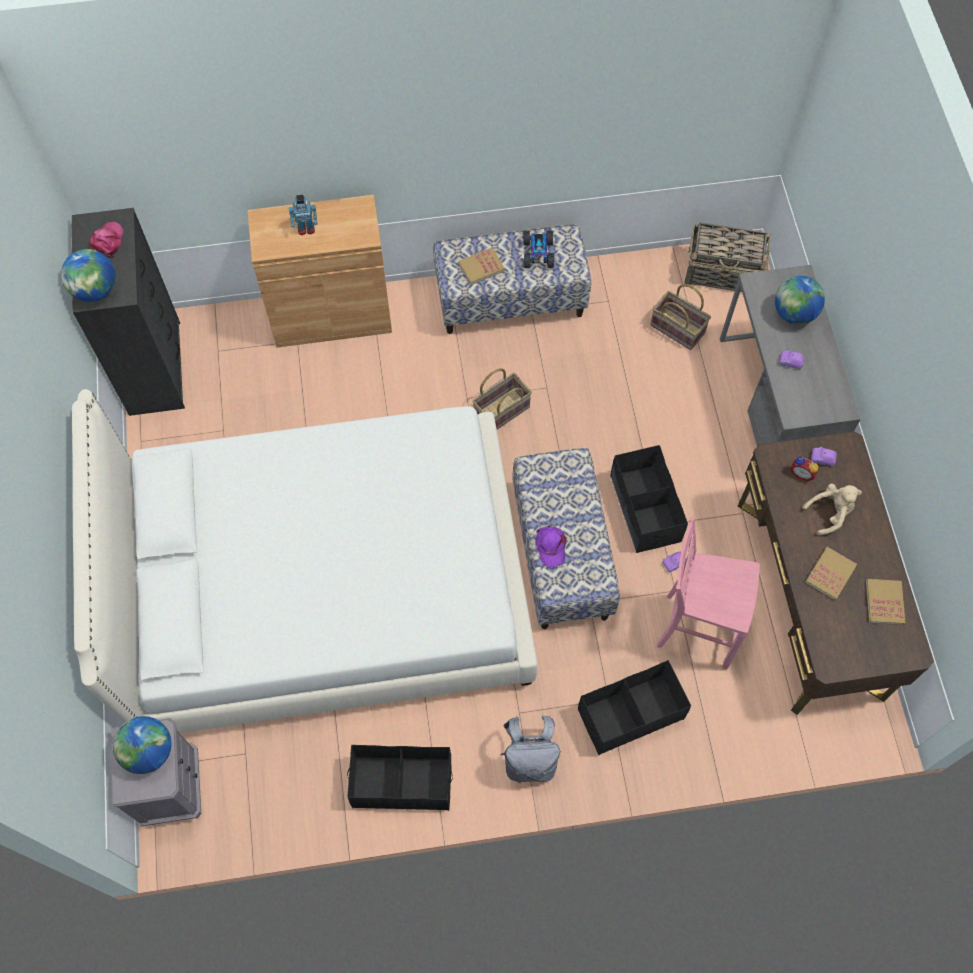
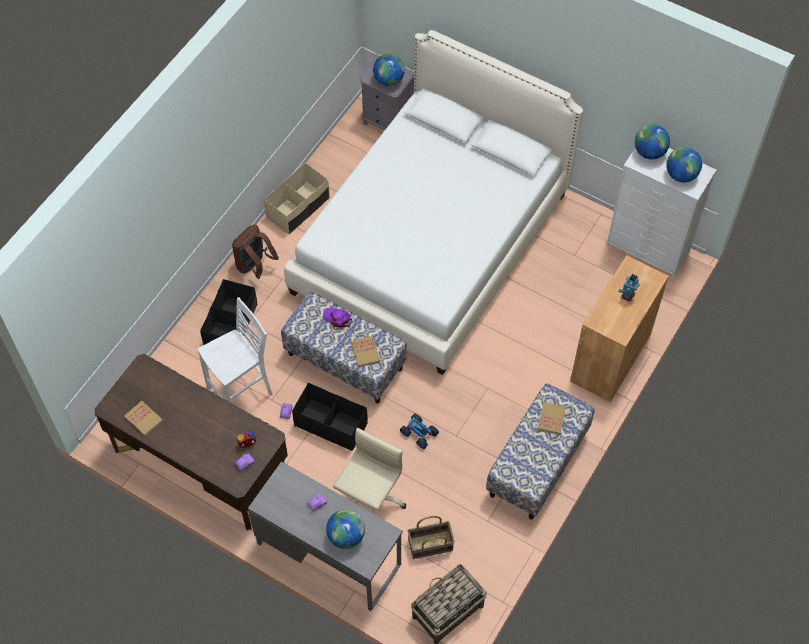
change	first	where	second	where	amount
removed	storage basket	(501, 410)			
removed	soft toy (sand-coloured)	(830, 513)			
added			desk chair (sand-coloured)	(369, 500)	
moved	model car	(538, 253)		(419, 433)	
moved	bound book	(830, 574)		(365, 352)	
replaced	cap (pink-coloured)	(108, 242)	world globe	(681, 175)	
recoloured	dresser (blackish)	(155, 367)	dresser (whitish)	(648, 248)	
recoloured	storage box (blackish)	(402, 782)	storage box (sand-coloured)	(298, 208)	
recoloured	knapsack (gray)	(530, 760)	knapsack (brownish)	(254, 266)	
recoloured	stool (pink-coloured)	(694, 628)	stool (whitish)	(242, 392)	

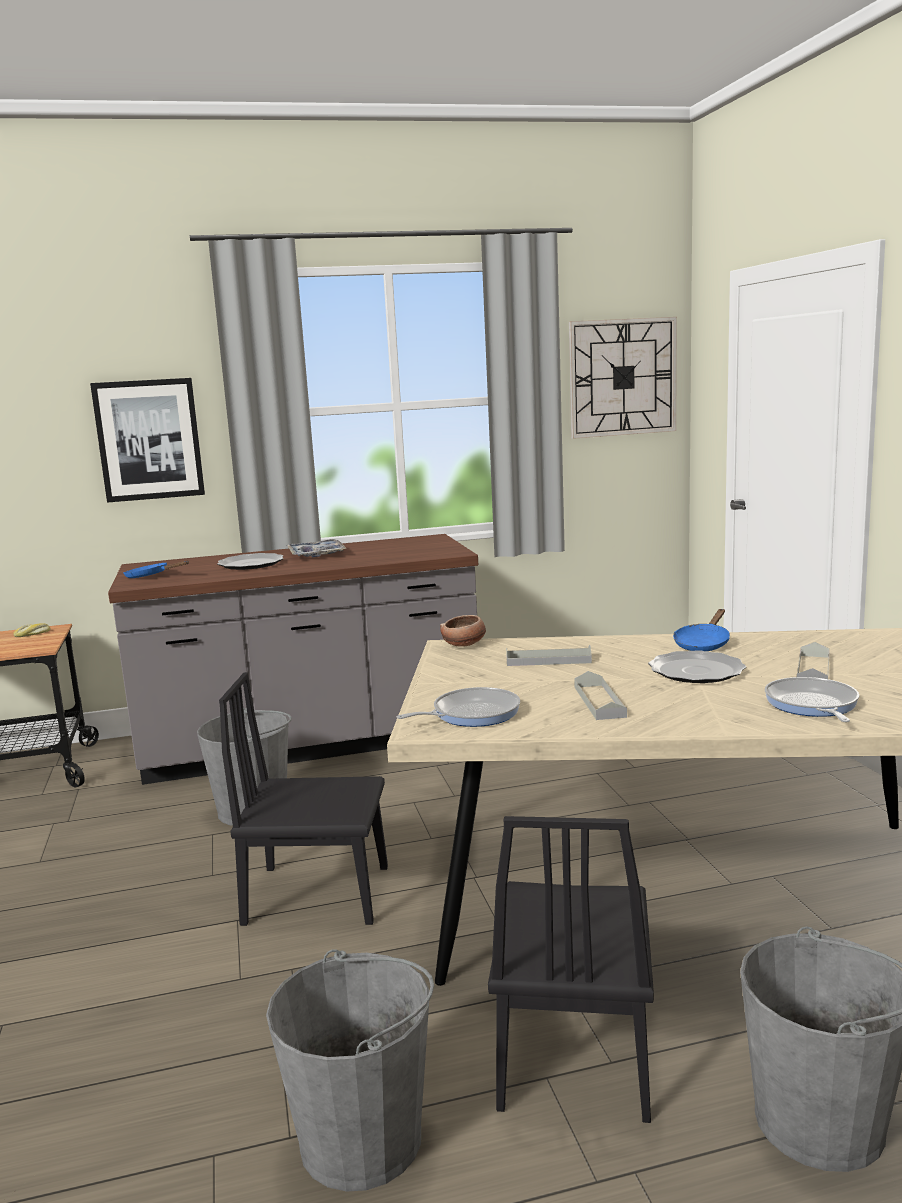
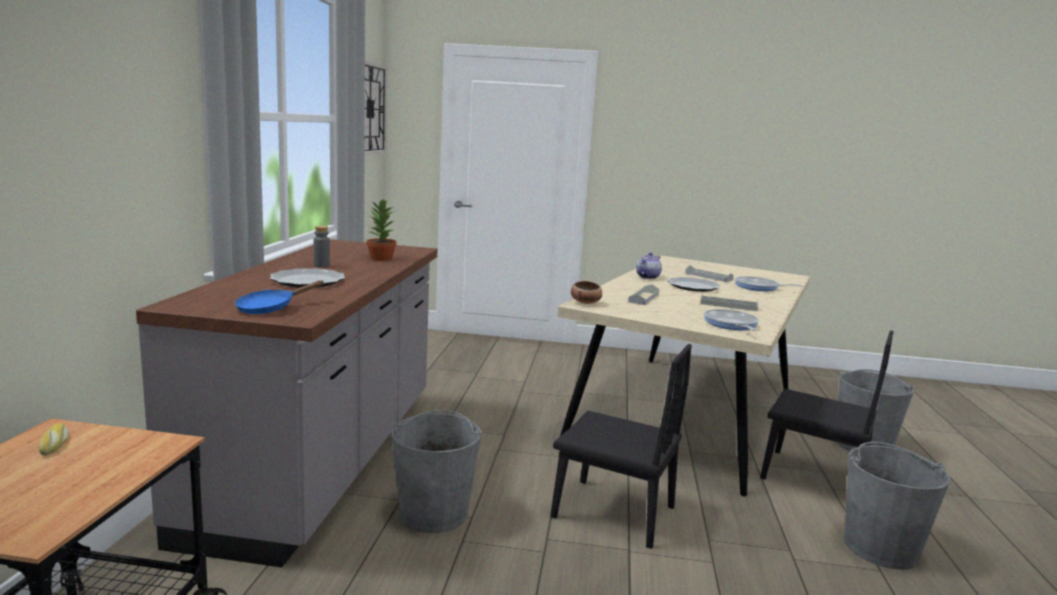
change	first	where	second	where	amount
removed	wall art	(149, 440)			
added			potted plant	(380, 258)	
replaced	tray	(316, 555)	beverage bottle (gray)	(321, 265)	
replaced	frying pan (bluish)	(703, 644)	pot for tea	(647, 277)	
turned	chair (blackish)	(317, 894)		(613, 512)	90 degrees counterclockwise

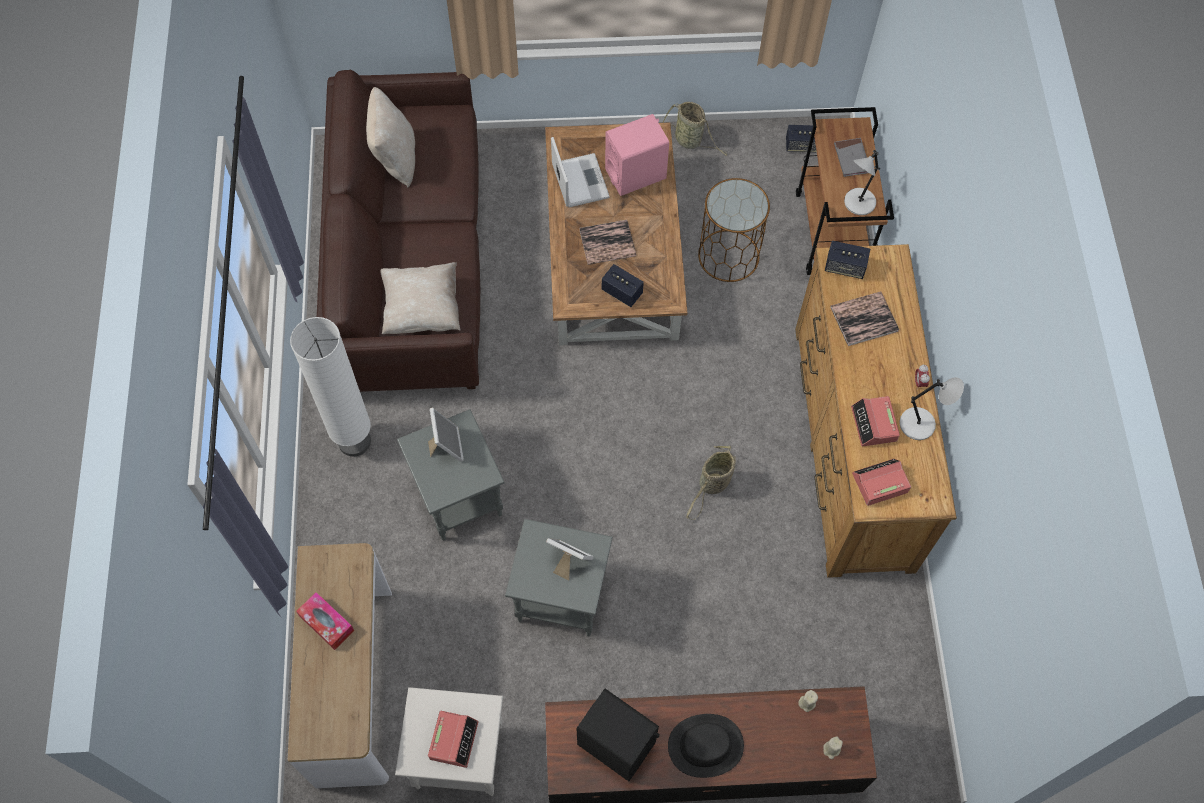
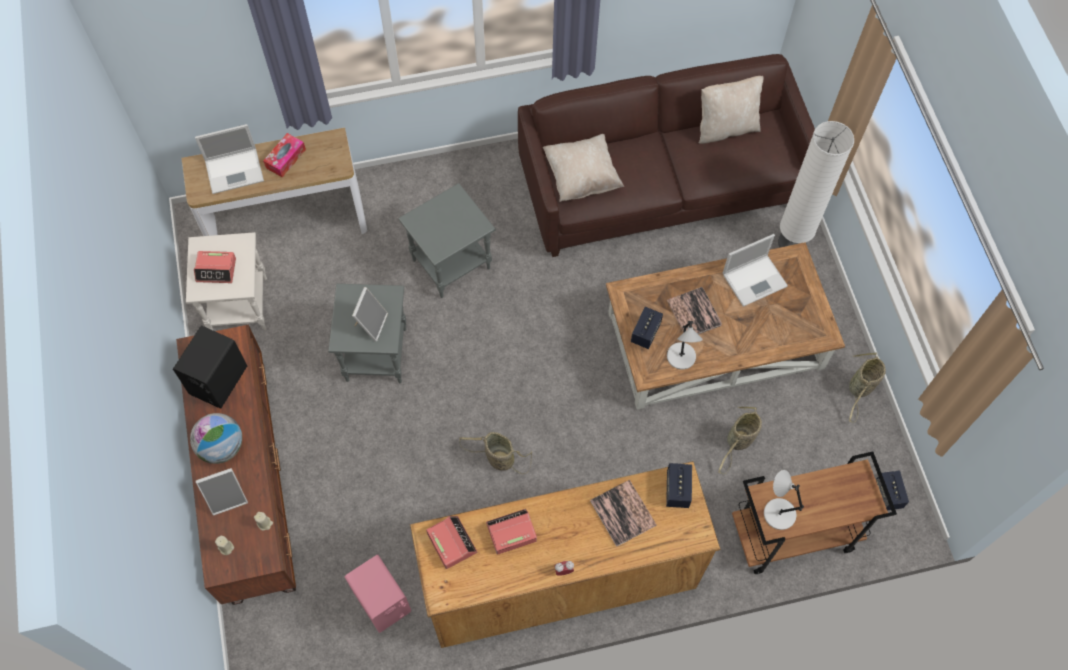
change	first	where	second	where	amount
removed	bound book (gray)	(851, 159)			
added			laptop	(235, 170)	
moved	floor lamp (whitish)	(354, 441)		(791, 243)	
moved	standing frame	(446, 446)		(227, 497)	
moved	loudspeaker (pink-coloured)	(635, 174)		(382, 602)	
moved	table lamp (gray)	(919, 424)		(681, 358)	
replaced	clothing hat (blackish)	(705, 745)	world globe	(222, 447)	
replaced	end table (brownish)	(729, 256)	storage basket	(738, 441)	

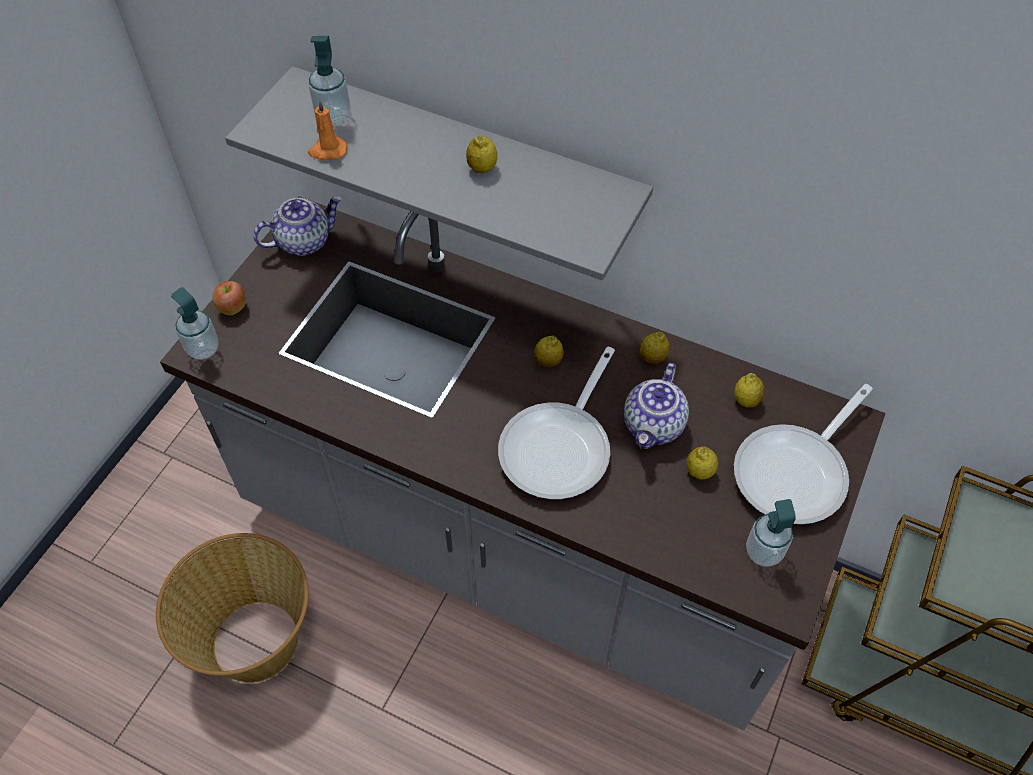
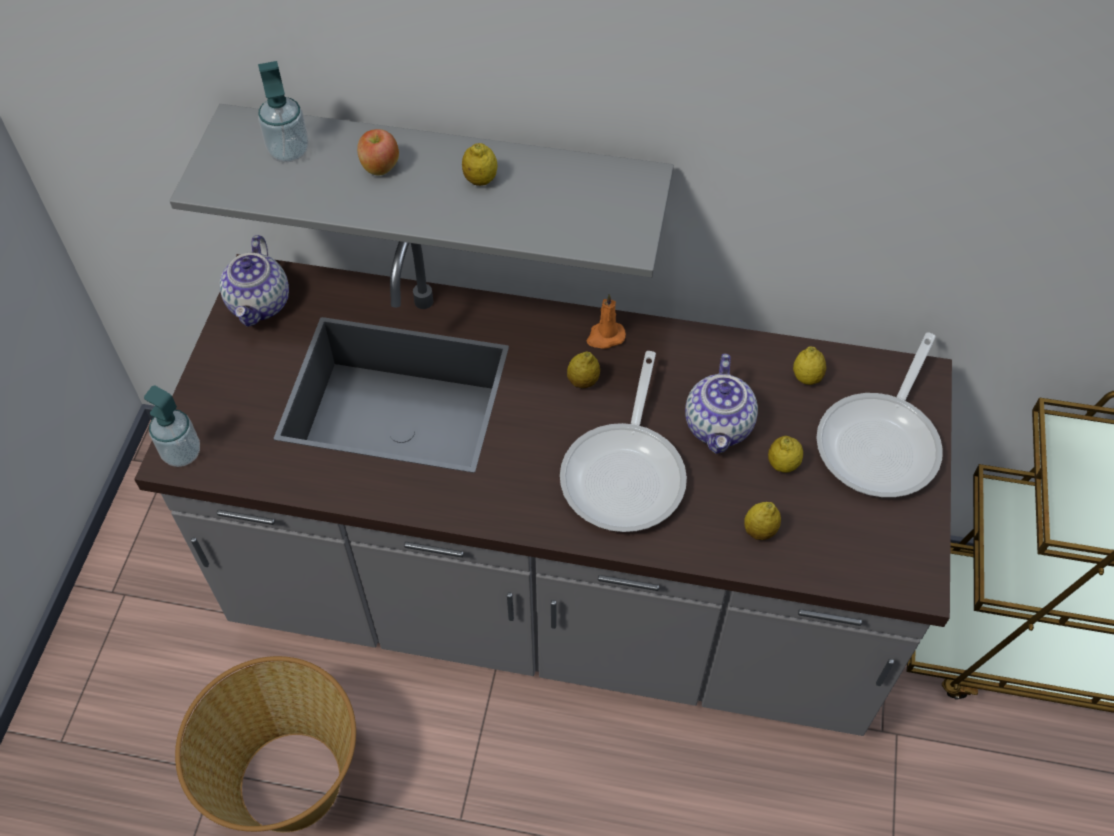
change	first	where	second	where	amount
removed	soap dispenser	(763, 552)			
moved	apple fruit	(233, 308)		(380, 167)	
moved	wax candle (orangey)	(327, 151)		(605, 337)	
moved	lemon	(652, 358)		(759, 531)	
turned	pot for tea	(304, 241)		(260, 304)	135 degrees clockwise

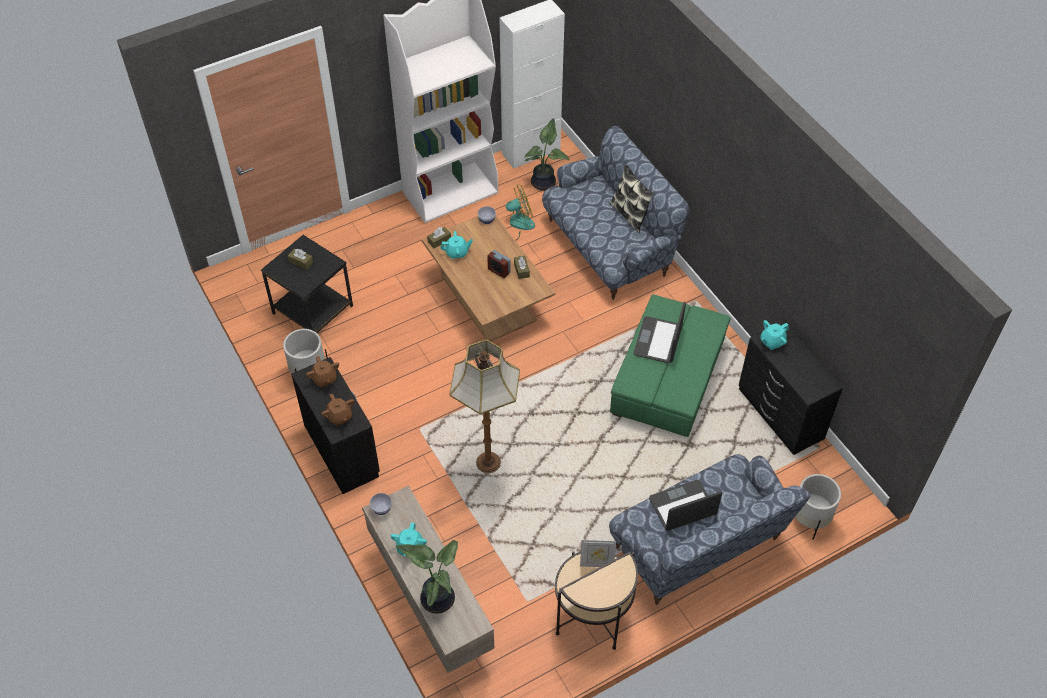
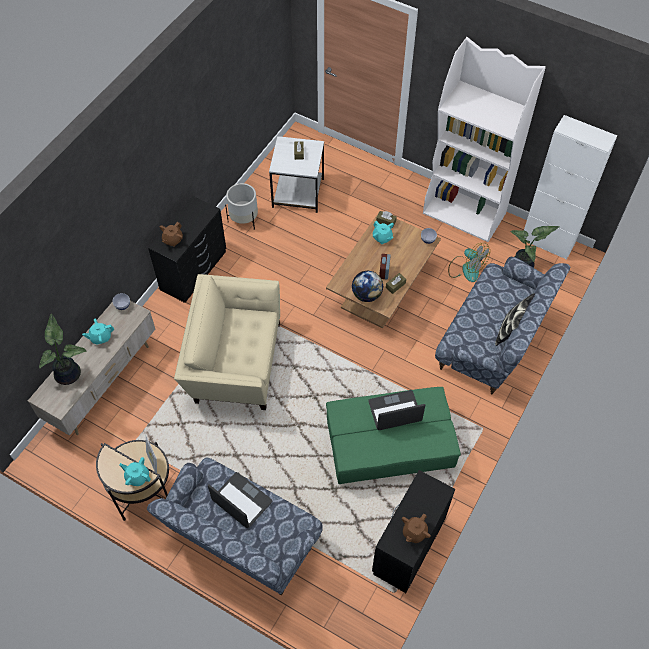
change	first	where	second	where	amount
removed	planter (whitish)	(810, 519)			
added			world globe	(366, 295)	
moved	pot for tea (brownish)	(324, 379)		(414, 532)	
moved	pot for tea (blue-green)	(772, 342)		(137, 477)	
replaced	floor lamp	(487, 464)	armchair (sand-coloured)	(234, 361)	
recoloured	end table (blackish)	(312, 308)	end table (whitish)	(299, 192)	

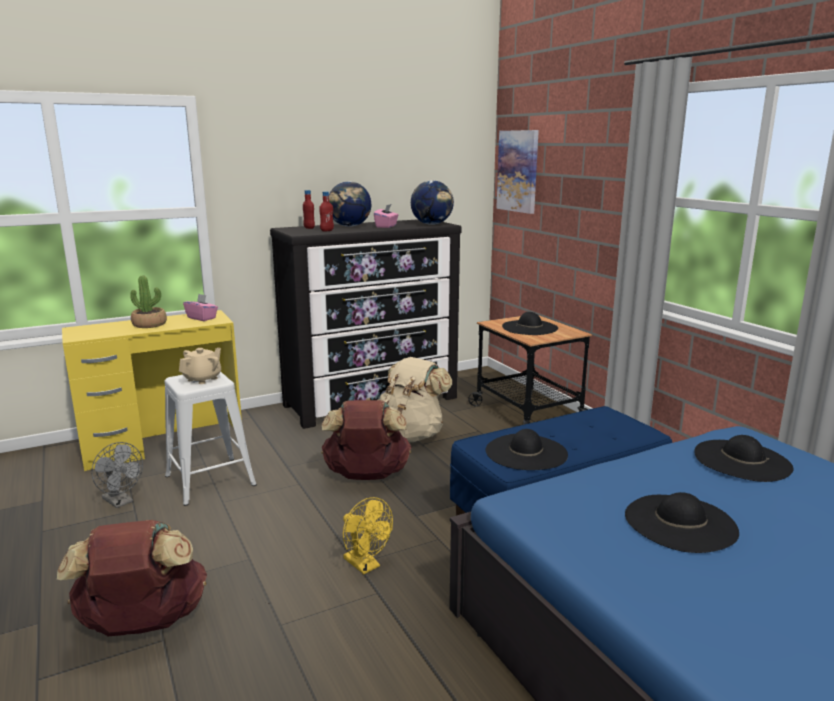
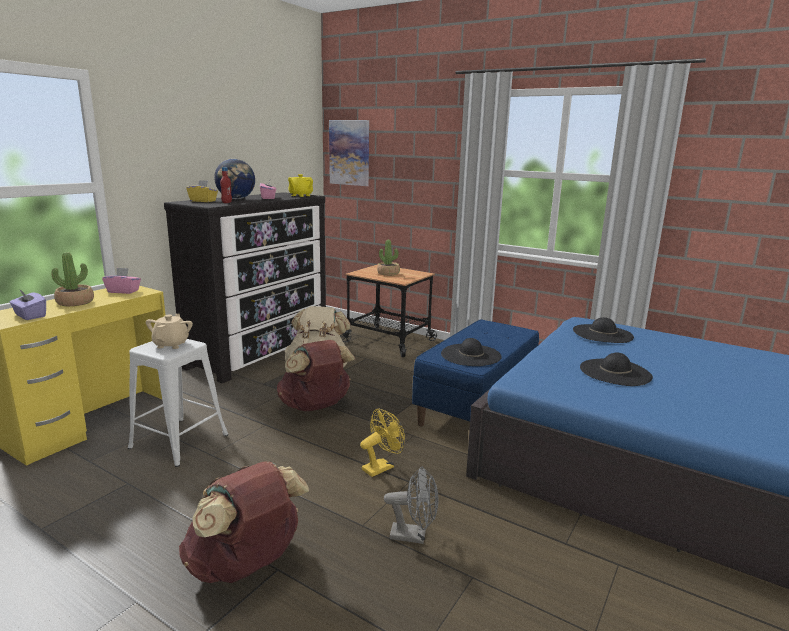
change	first	where	second	where	amount
added			tissue holder (purple-coloured)	(30, 316)	
moved	electric fan (gray)	(120, 502)		(414, 536)	
replaced	beverage bottle (red-coloured)	(309, 228)	tissue holder (yellow-coloured)	(203, 201)	
replaced	world globe	(432, 224)	pot for tea (yellow-coloured)	(300, 195)	
replaced	clothing hat (blackish)	(530, 327)	potted plant	(388, 273)	
turned	electric fan (yellow-coloured)	(365, 565)		(381, 467)	60 degrees counterclockwise

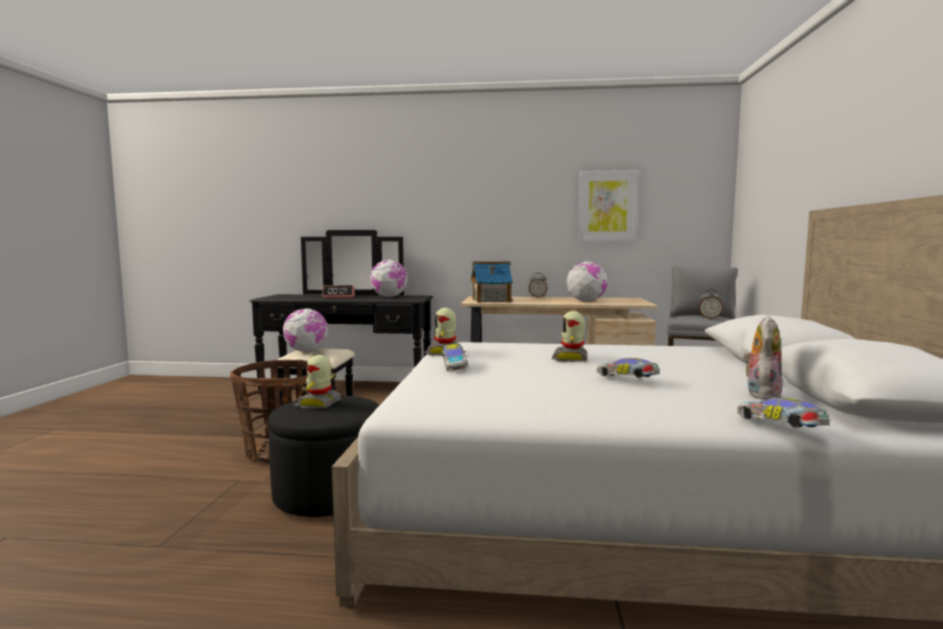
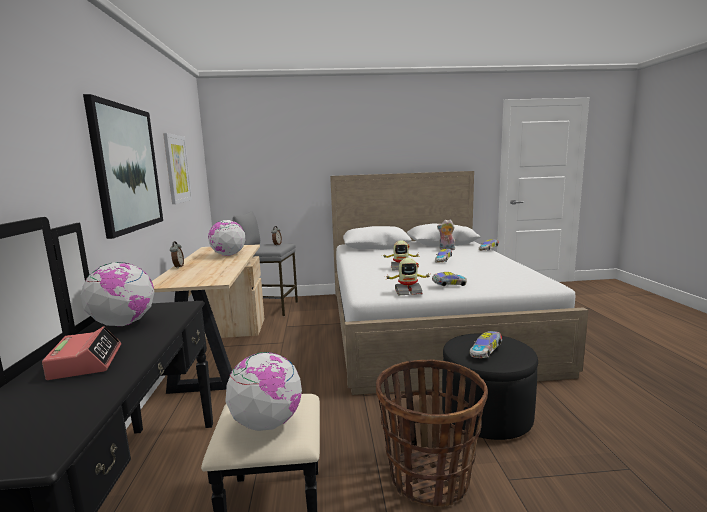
change	first	where	second	where	amount
removed	model house	(490, 300)			
added			wall art	(127, 168)	
replaced	robot figure	(319, 403)	model car	(486, 351)	

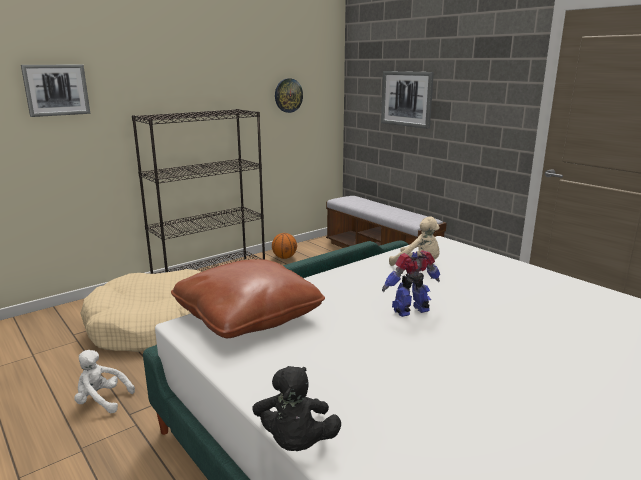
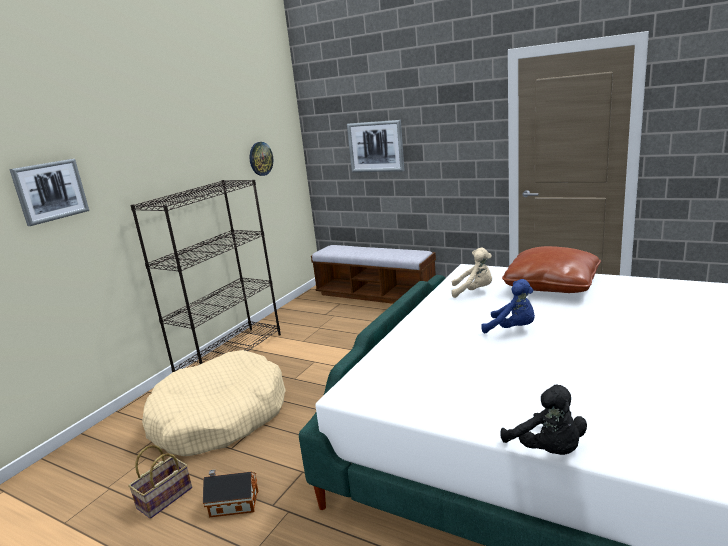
change	first	where	second	where	amount
removed	basketball	(284, 257)			
added			storage basket	(164, 499)	
moved	cushion (brownish)	(247, 316)		(551, 285)	
replaced	soft toy (whitish)	(101, 401)	model house	(232, 503)	
replaced	robot figure	(412, 311)	soft toy (bluish)	(512, 329)	

